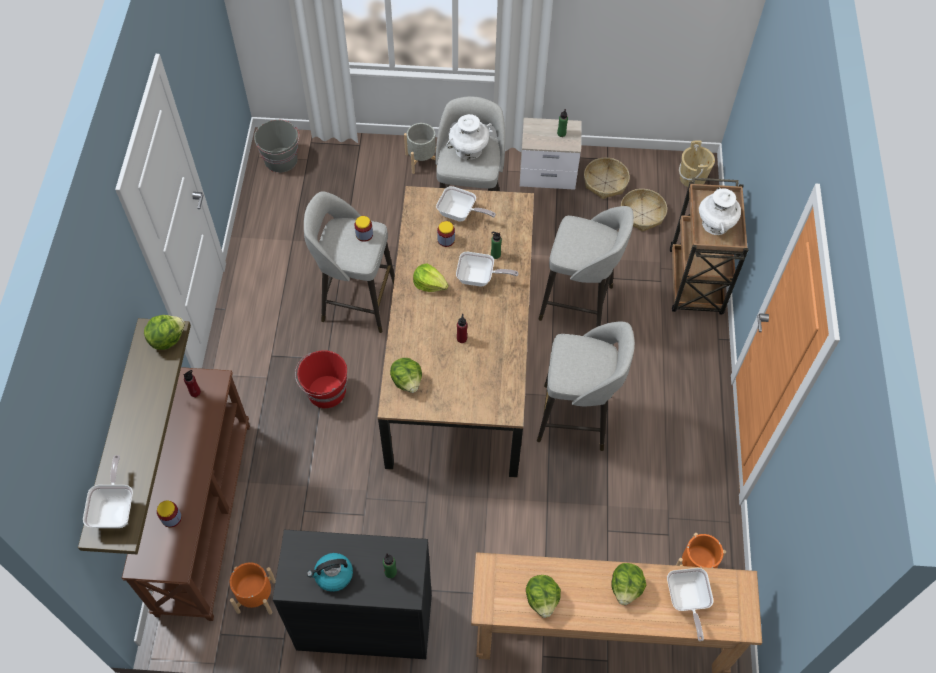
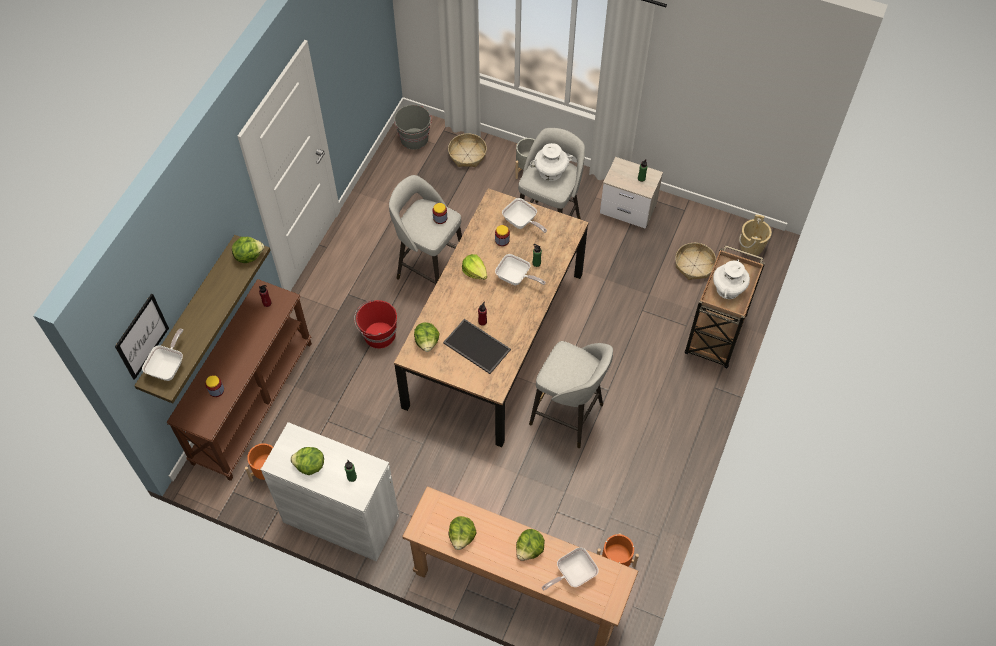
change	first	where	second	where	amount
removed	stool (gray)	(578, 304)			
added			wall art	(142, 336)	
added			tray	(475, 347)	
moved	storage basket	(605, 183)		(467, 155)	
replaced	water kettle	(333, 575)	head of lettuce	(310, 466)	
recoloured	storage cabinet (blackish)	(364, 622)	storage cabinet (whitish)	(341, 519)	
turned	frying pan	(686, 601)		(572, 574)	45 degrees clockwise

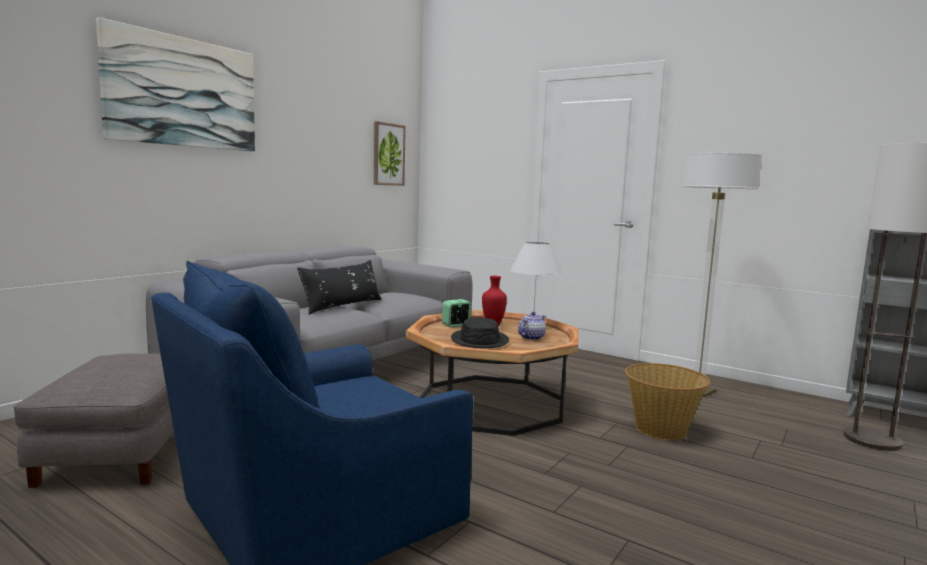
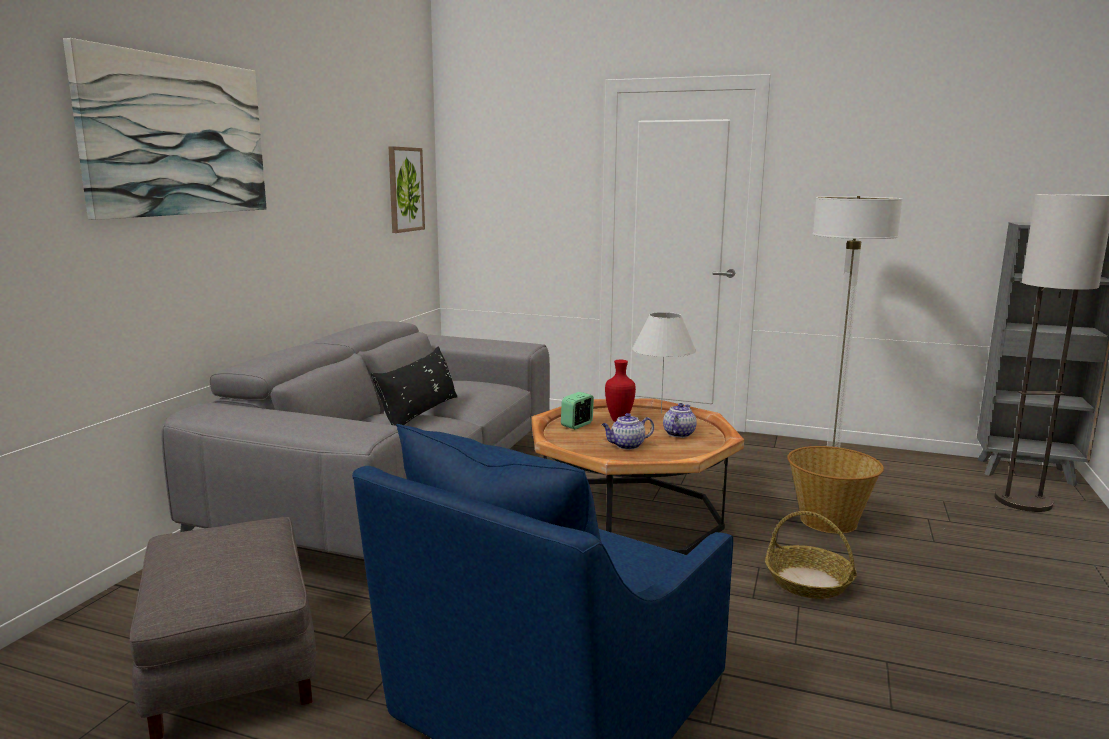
change	first	where	second	where	amount
added			storage basket	(809, 582)	
replaced	clothing hat (blackish)	(479, 340)	pot for tea	(626, 446)	

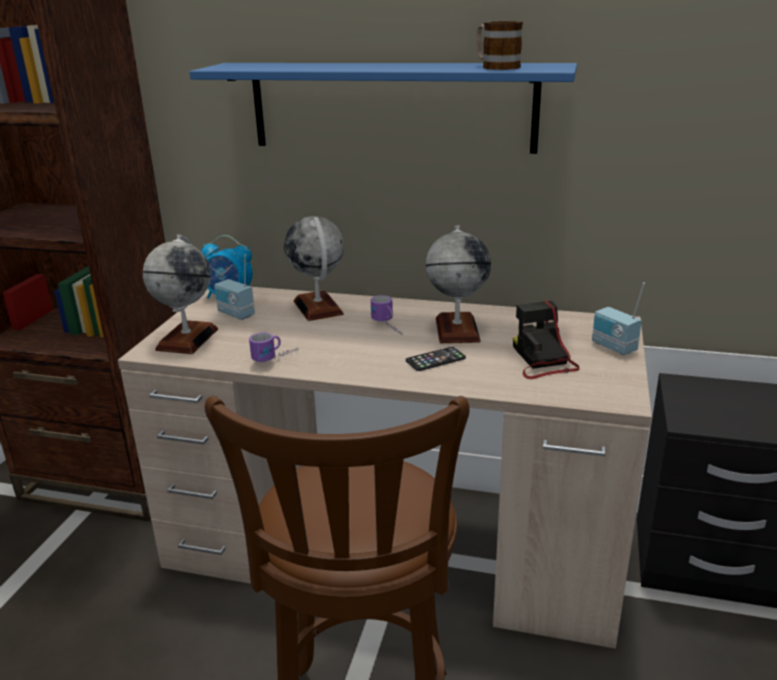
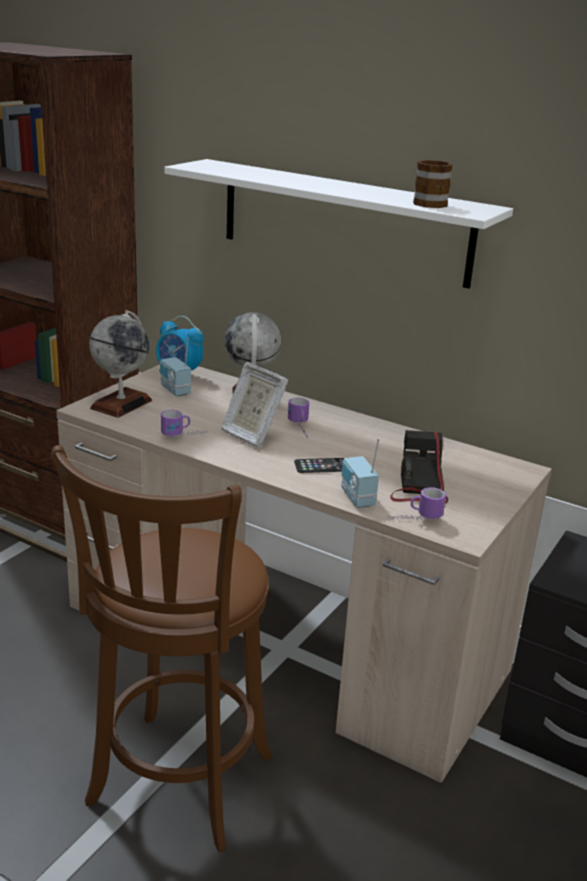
change	first	where	second	where	amount
removed	world globe	(457, 330)			
added			standing frame	(251, 435)	
added			mug	(415, 519)	
moved	radio	(613, 347)		(356, 498)	
recoloured	shelf (bluish)	(391, 106)	shelf (whitish)	(343, 222)	

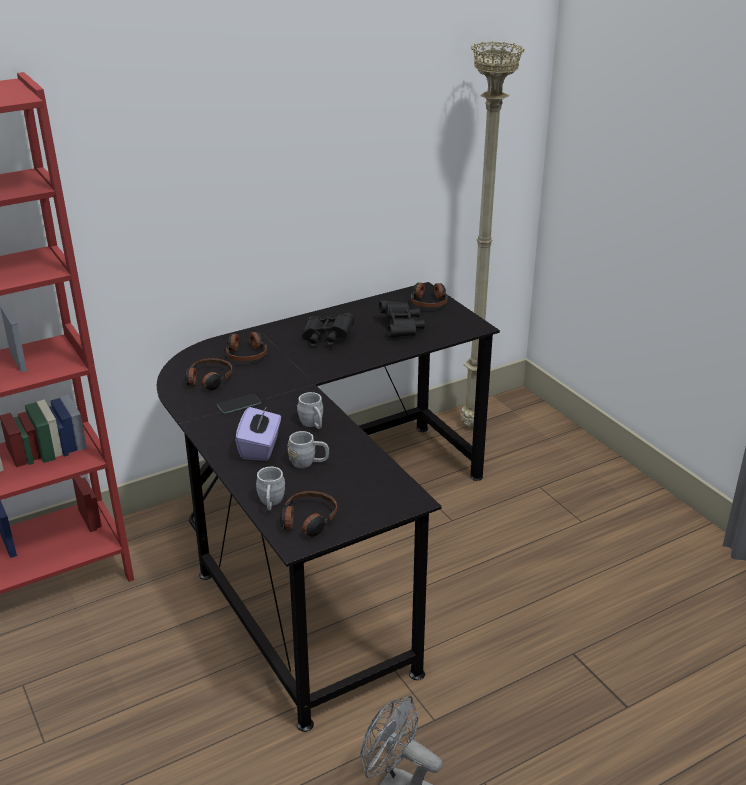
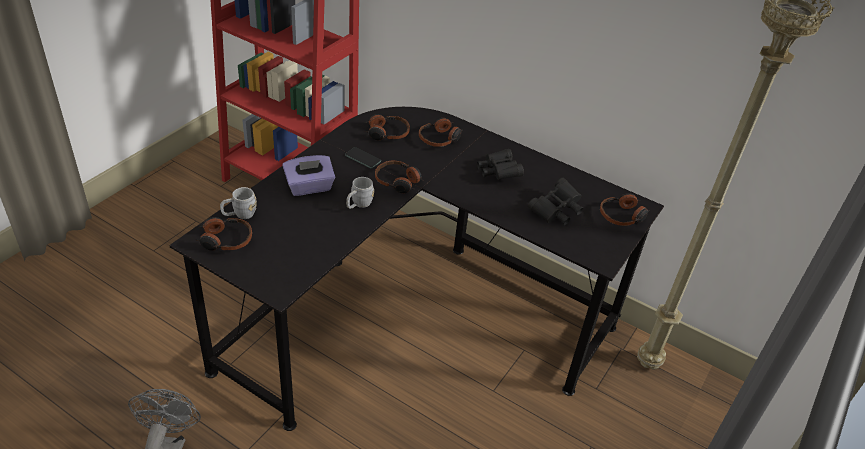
change	first	where	second	where	amount
removed	mug (gray)	(308, 463)			
added			headphones	(398, 182)	

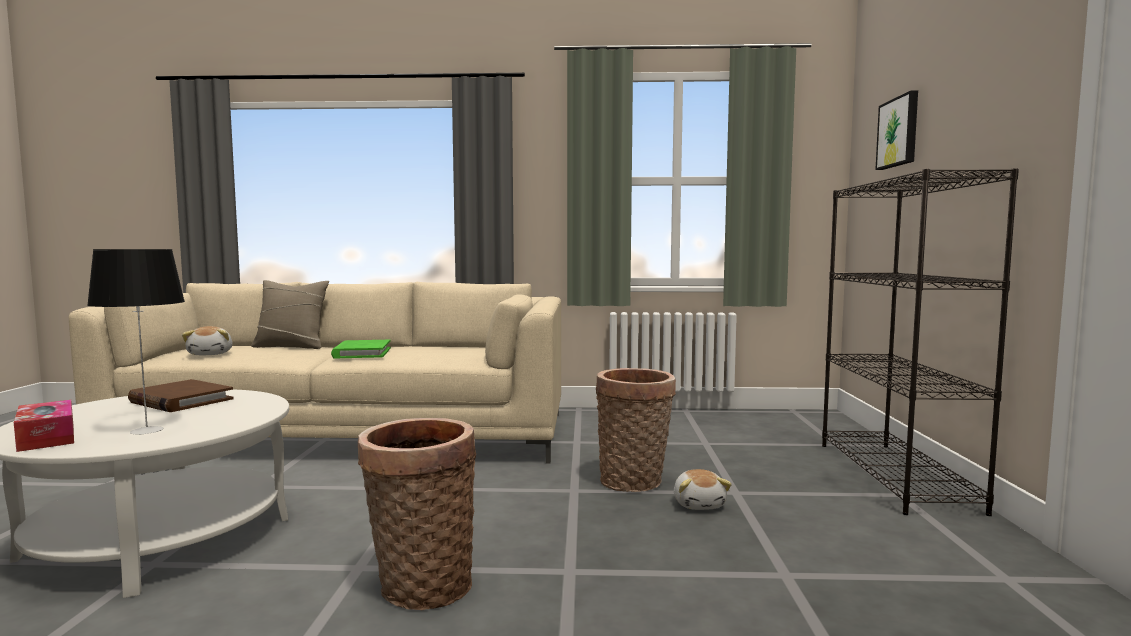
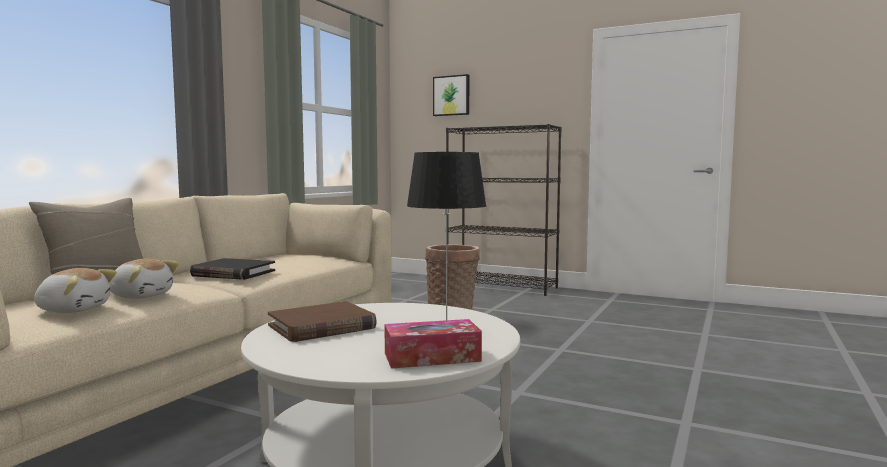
change	first	where	second	where	amount
removed	storage basket	(420, 585)			
moved	soft toy	(699, 504)		(141, 296)	
recoloured	bound book (green-coloured)	(362, 353)	bound book (blackish)	(233, 273)	

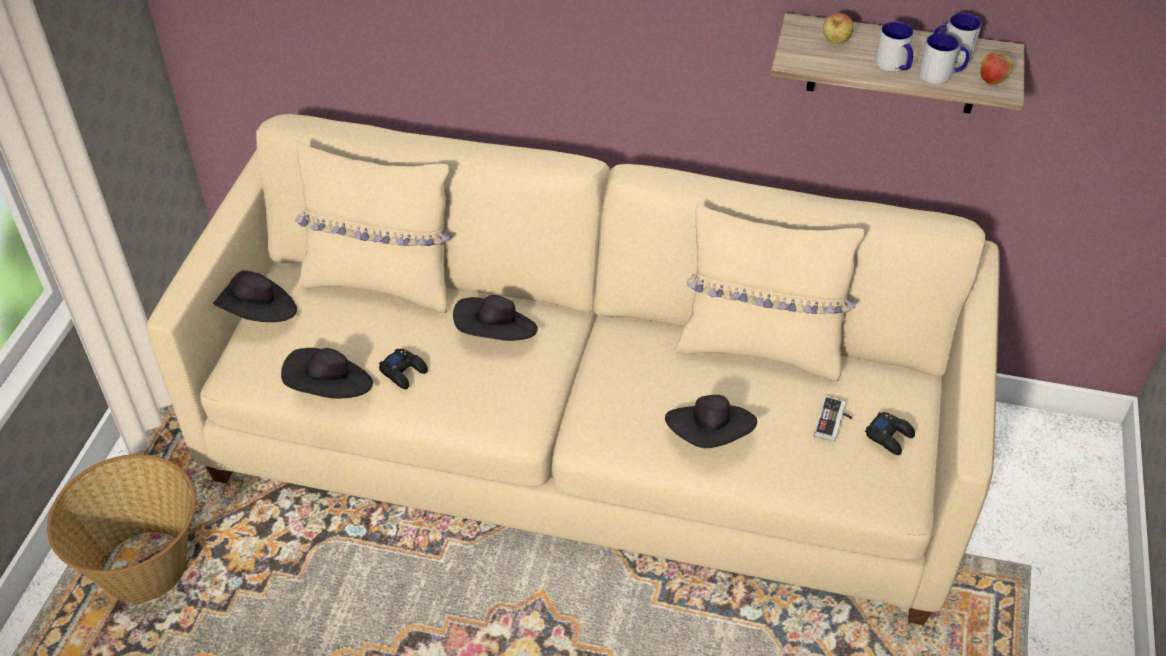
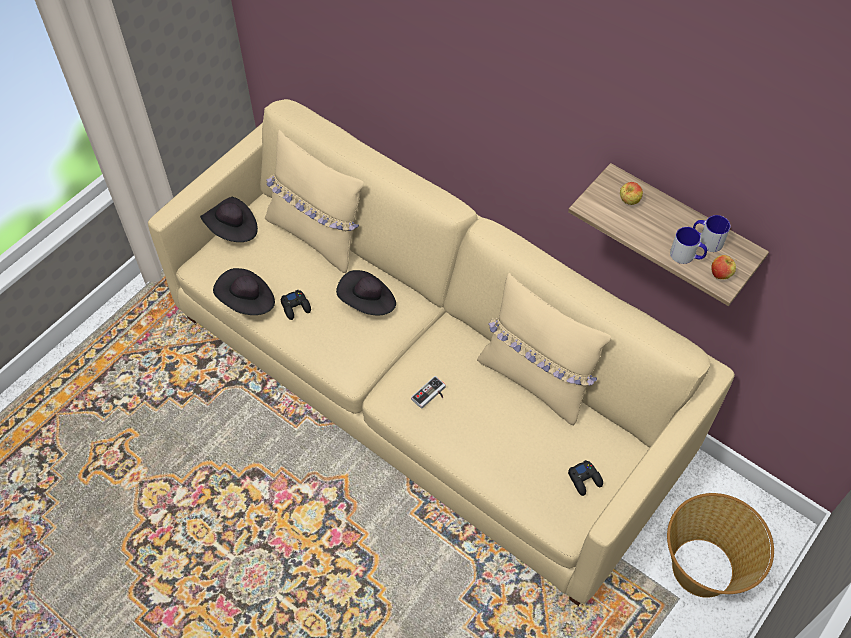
change	first	where	second	where	amount
removed	clothing hat (blackish)	(710, 436)			
removed	mug	(894, 66)			
moved	storage basket	(147, 567)		(703, 568)	
moved	gamepad	(834, 422)		(431, 395)	

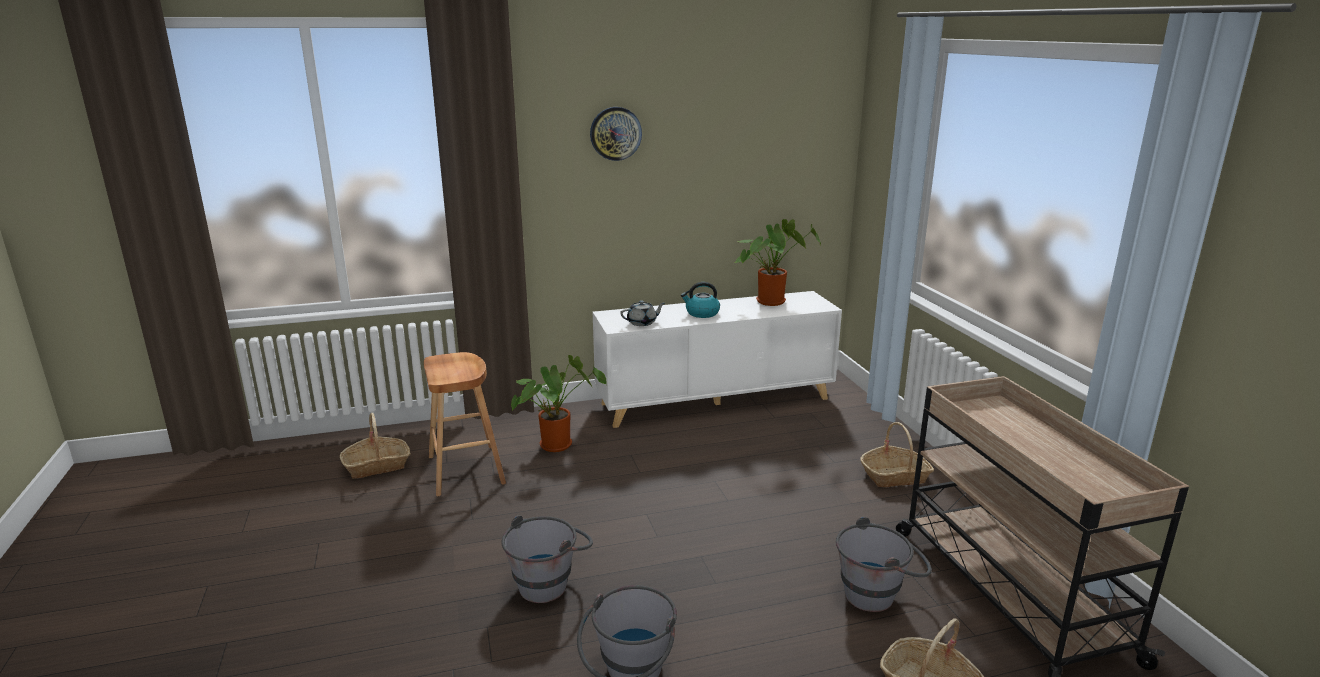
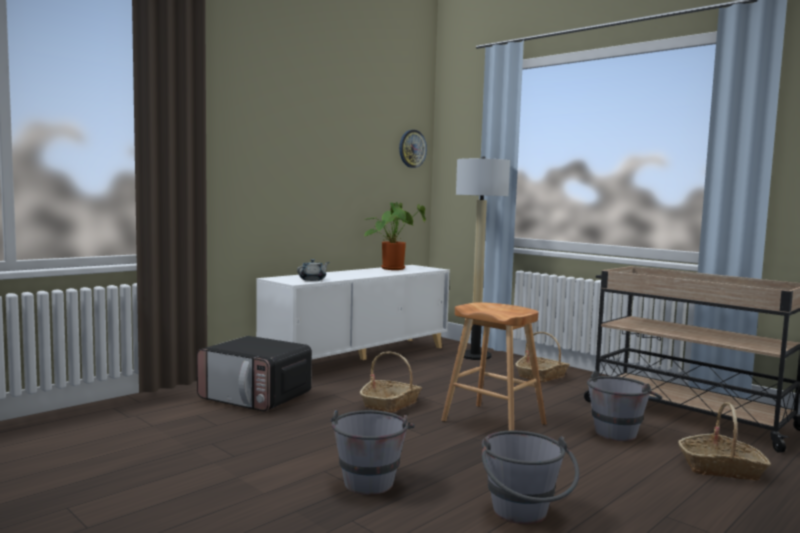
change	first	where	second	where	amount
removed	water kettle	(701, 313)			
added			floor lamp	(475, 356)	
moved	storage basket	(377, 466)		(391, 404)	
moved	stool (brownish)	(466, 470)		(493, 422)	
moved	wall clock	(615, 133)		(412, 148)	
replaced	potted plant	(558, 443)	microwave oven	(255, 397)	

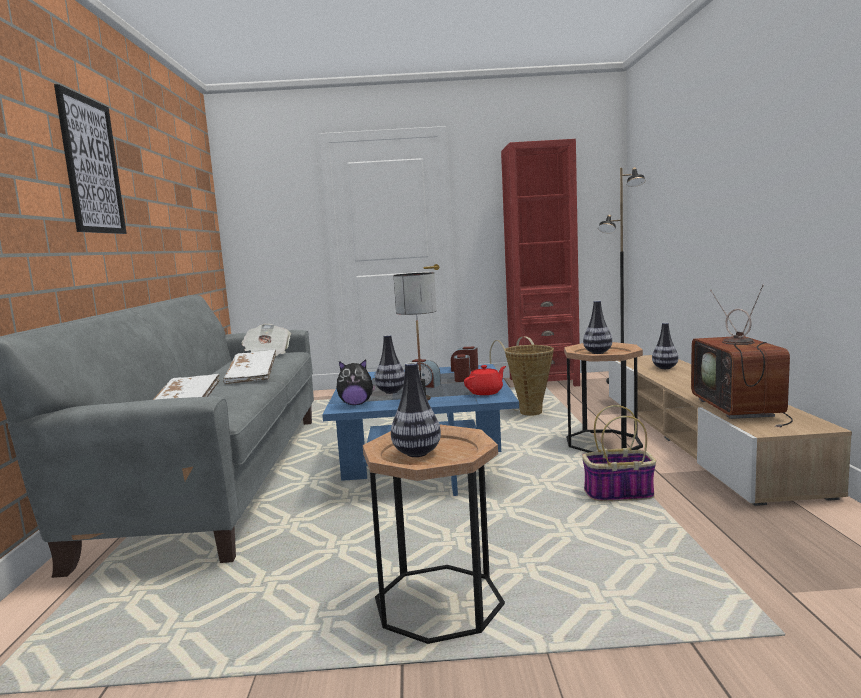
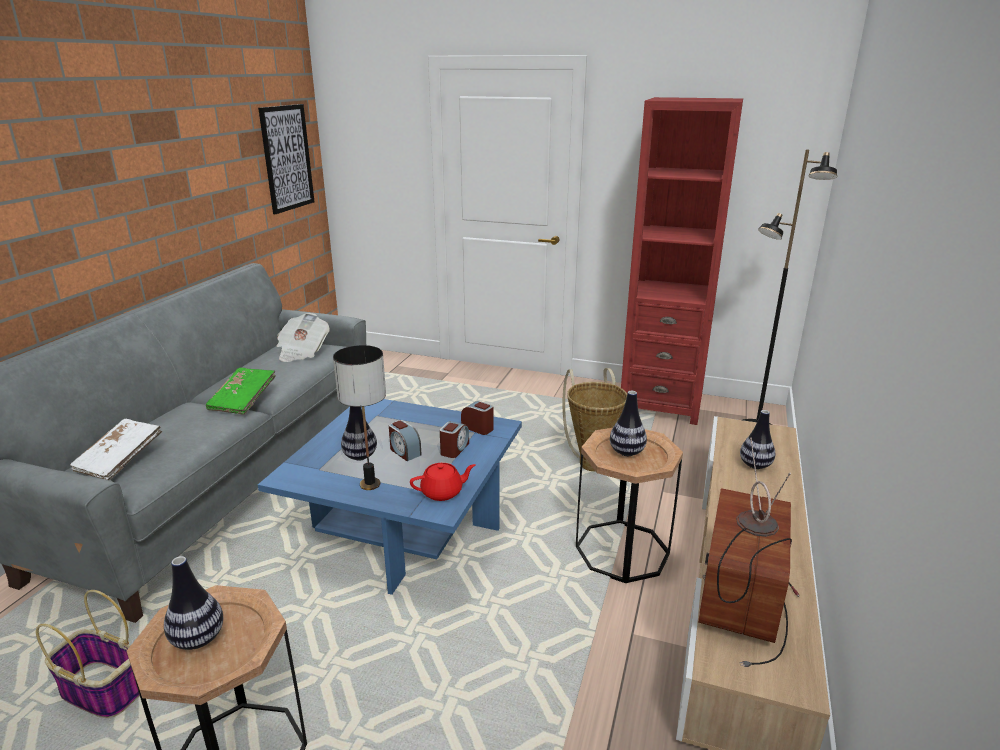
change	first	where	second	where	amount
removed	soft toy	(356, 404)			
moved	wall art	(91, 166)		(287, 158)	
moved	storage basket	(618, 494)		(101, 691)	
recoloured	bound book (whitish)	(252, 377)	bound book (green-coloured)	(243, 400)	

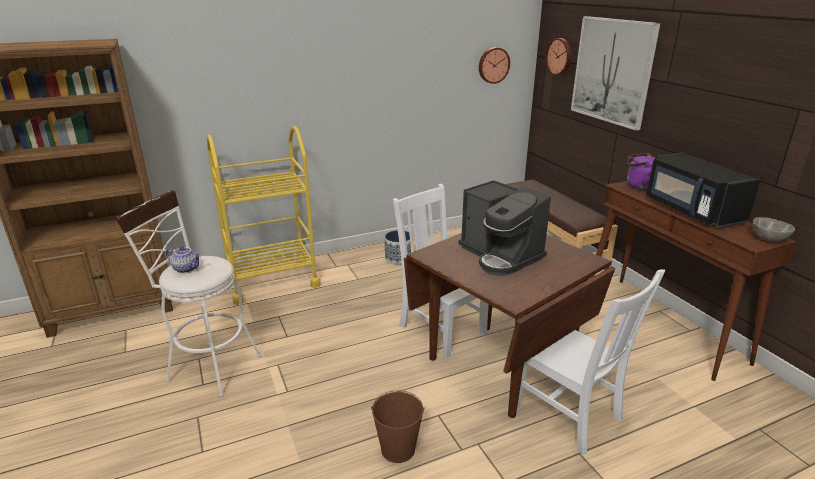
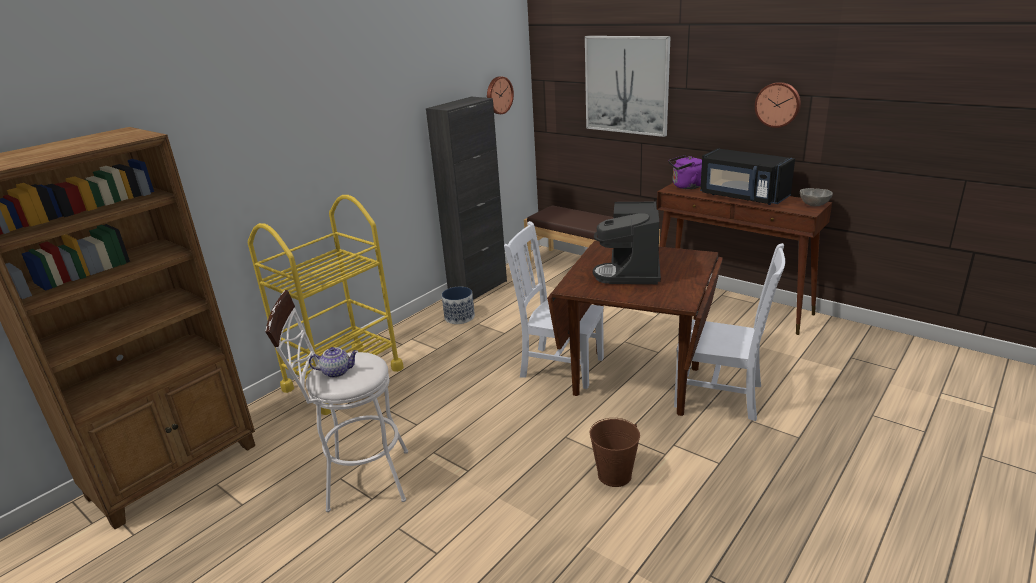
change	first	where	second	where	amount
added			storage cabinet (blackish)	(478, 289)	
moved	wall clock	(559, 56)		(778, 104)	
turned	coffee machine	(500, 255)		(631, 271)	75 degrees clockwise

